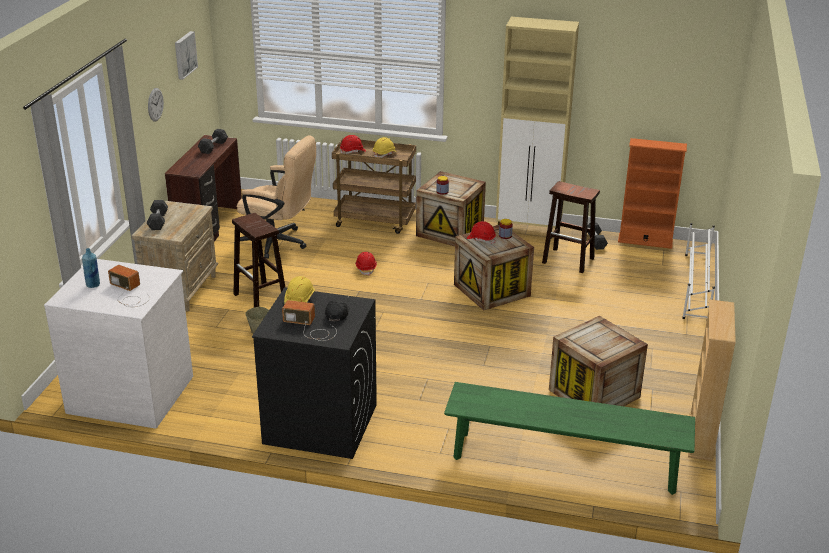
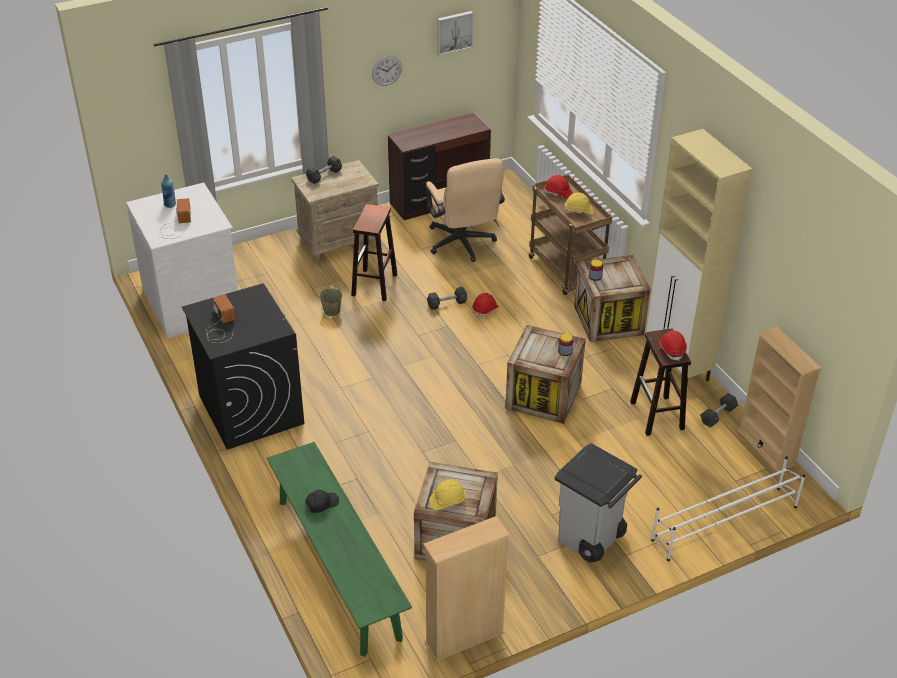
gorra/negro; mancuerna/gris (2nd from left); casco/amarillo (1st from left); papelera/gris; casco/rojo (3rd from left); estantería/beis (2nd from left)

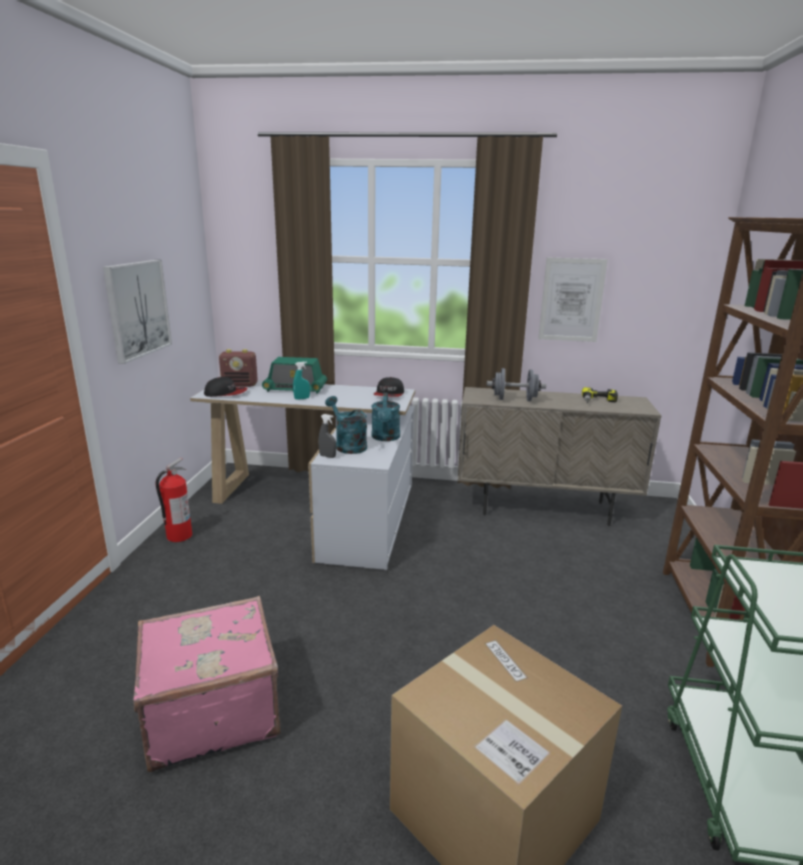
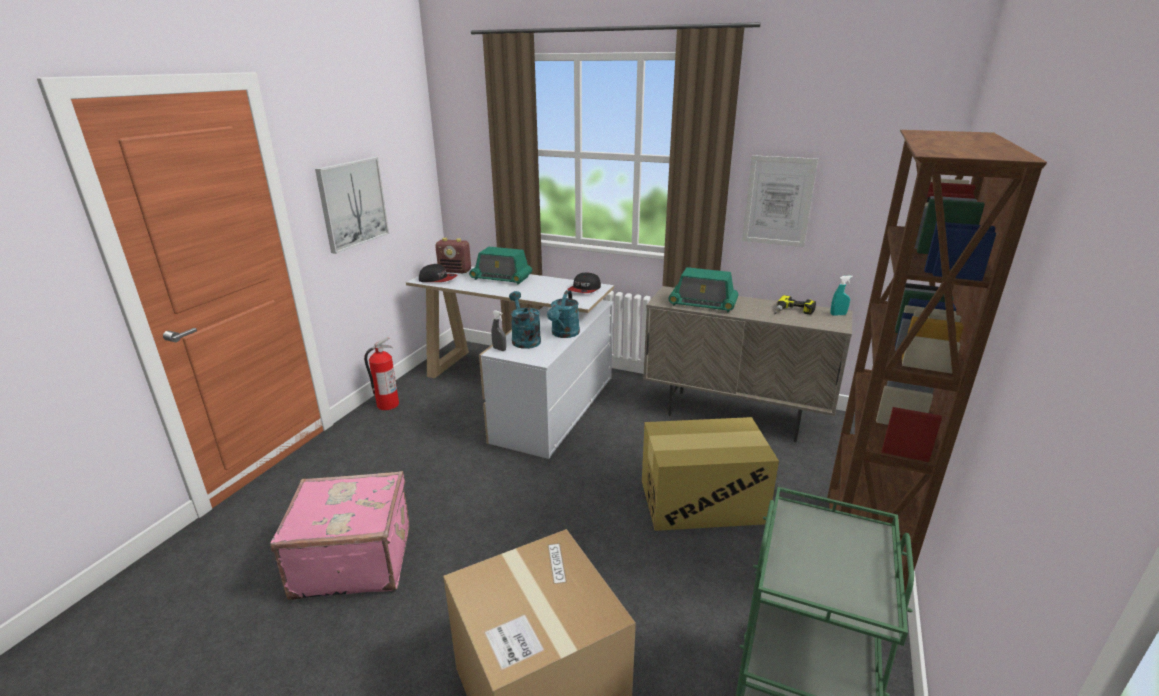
caja de cartón (2nd from left); radio (3rd from left); pulverizador/turquesa

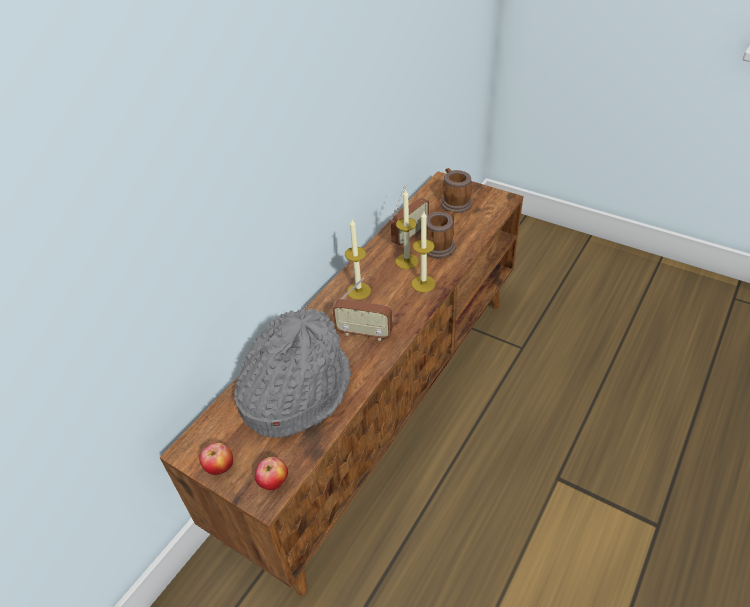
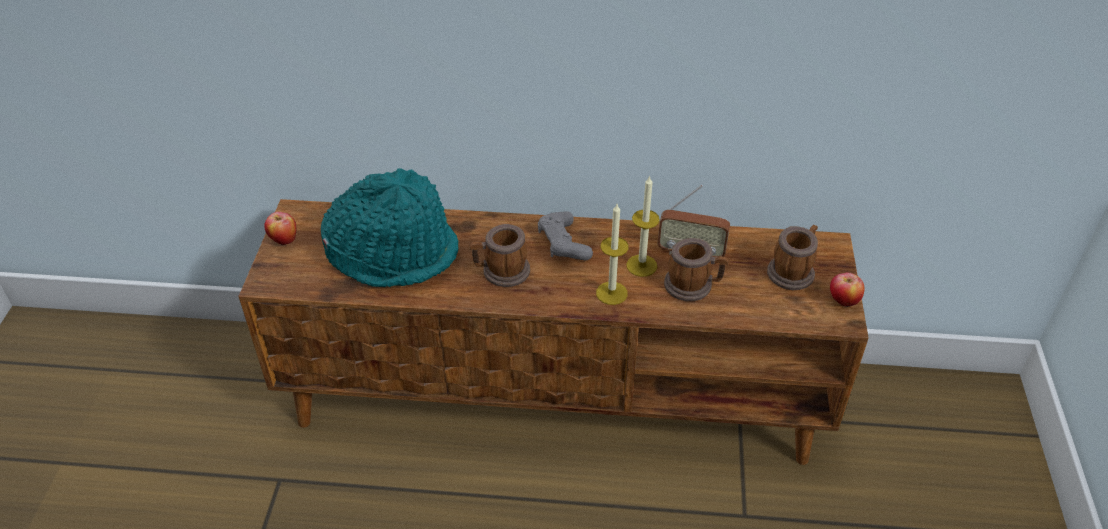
sombrero/turquesa; taza grande (1st from left); mando de consola/gris; manzana (2nd from left)

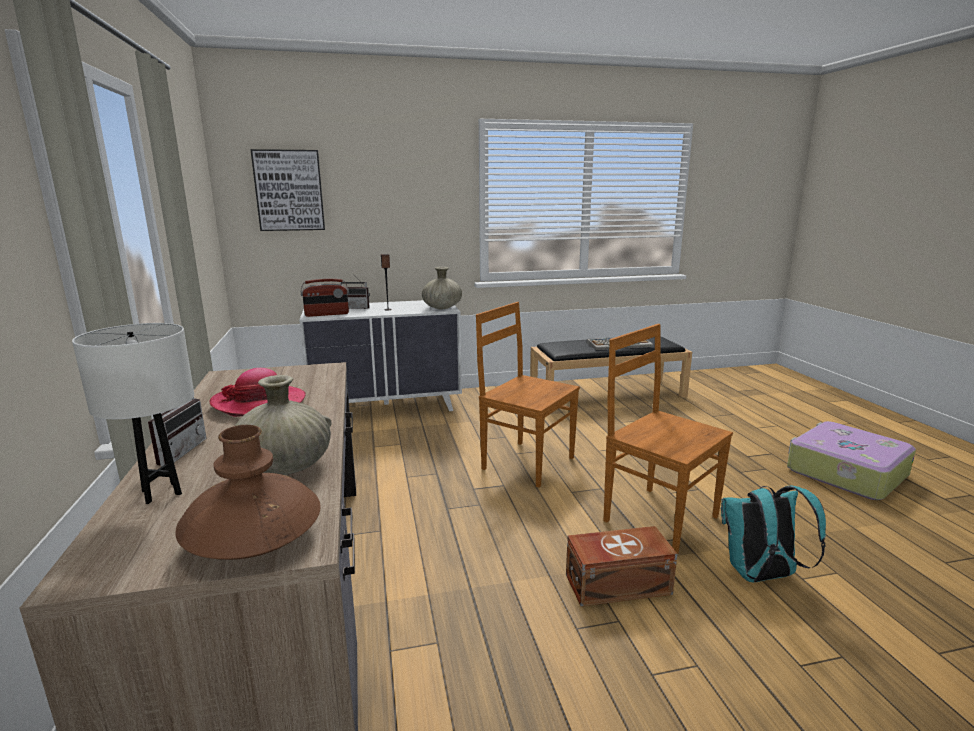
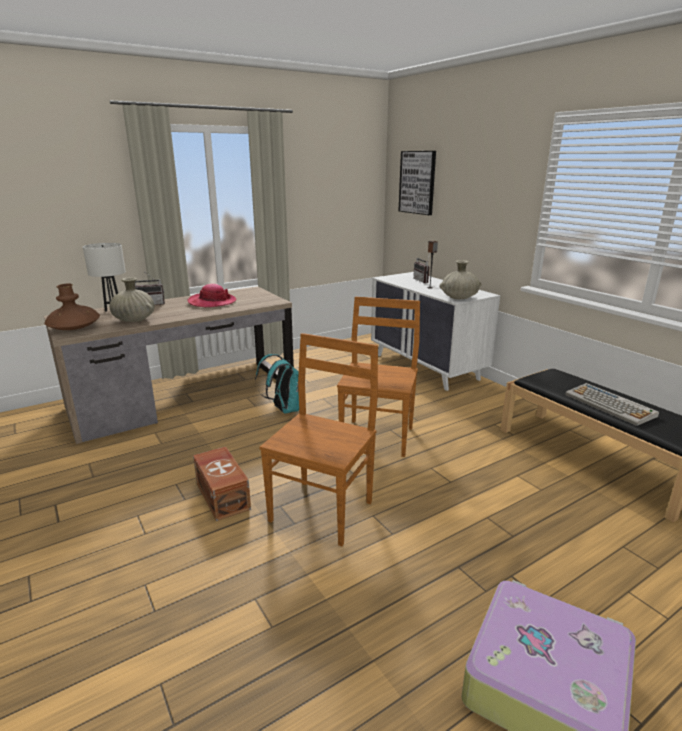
mochila/turquesa; radio (2nd from left in the first image)

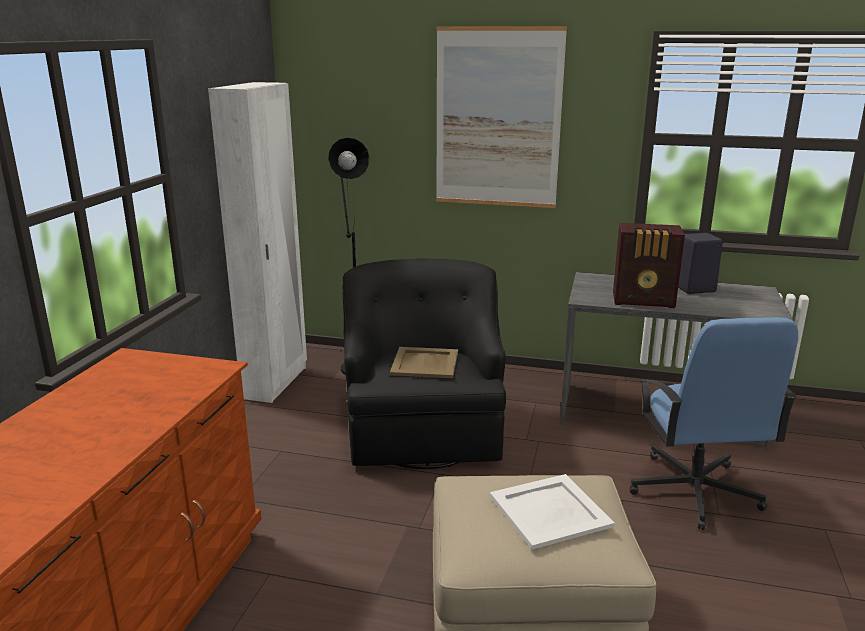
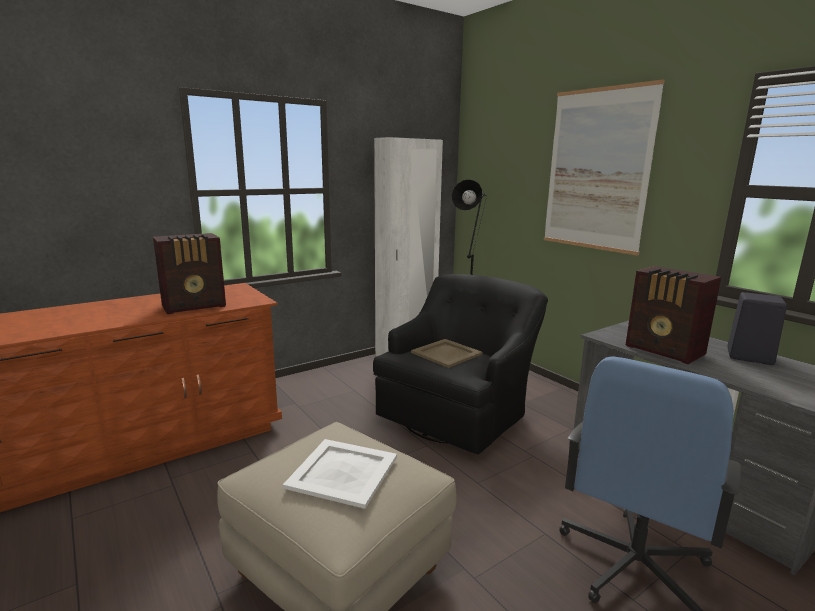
radio (1st from left)

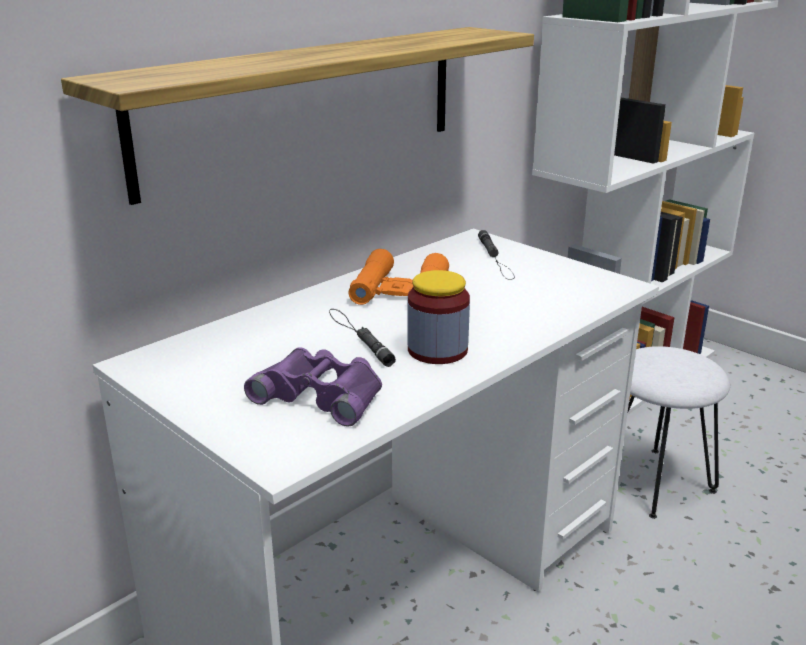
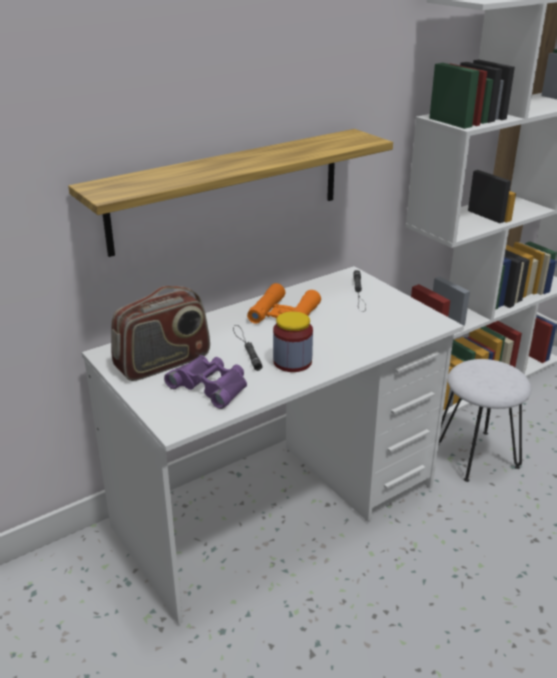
radio

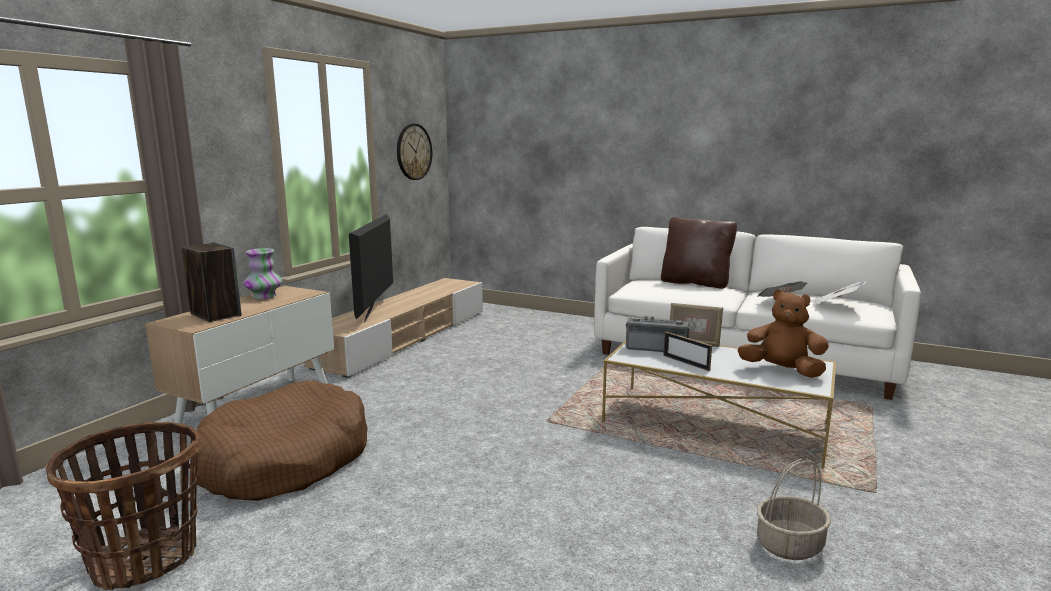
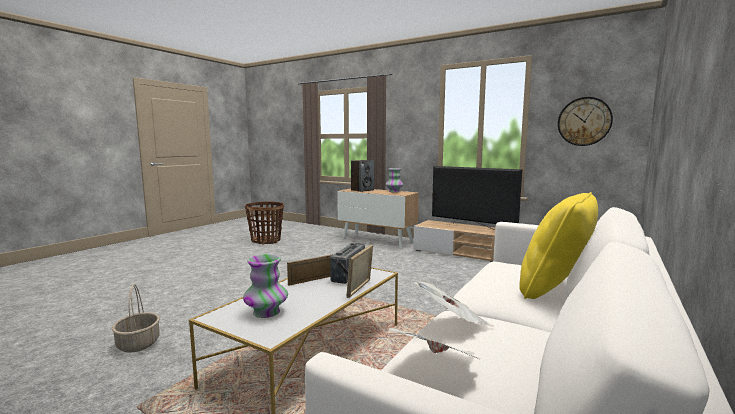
florero (1st from left); televisor; cojín/amarillo; cama para perro/marrón

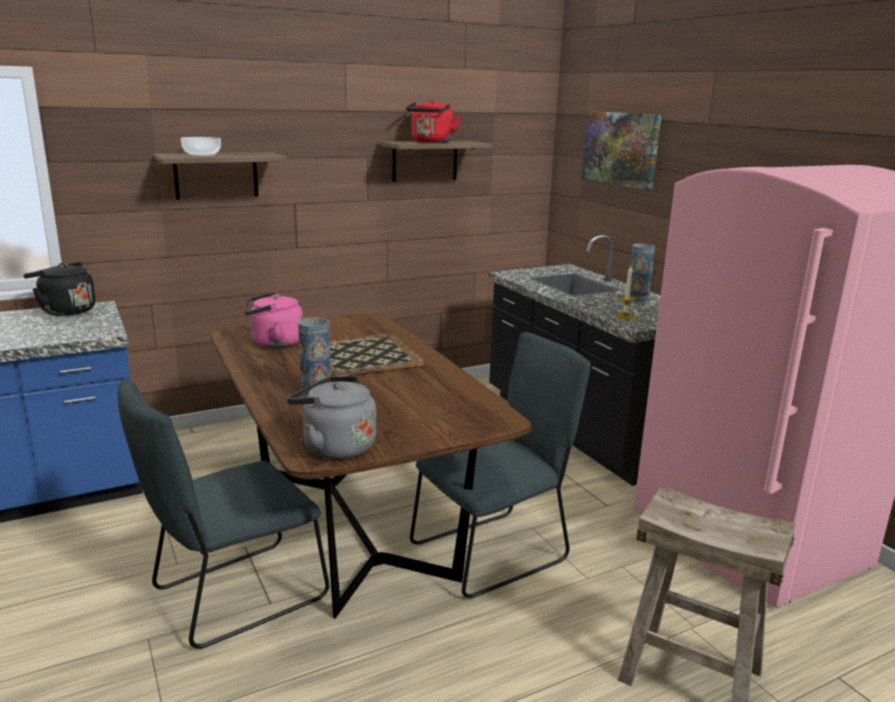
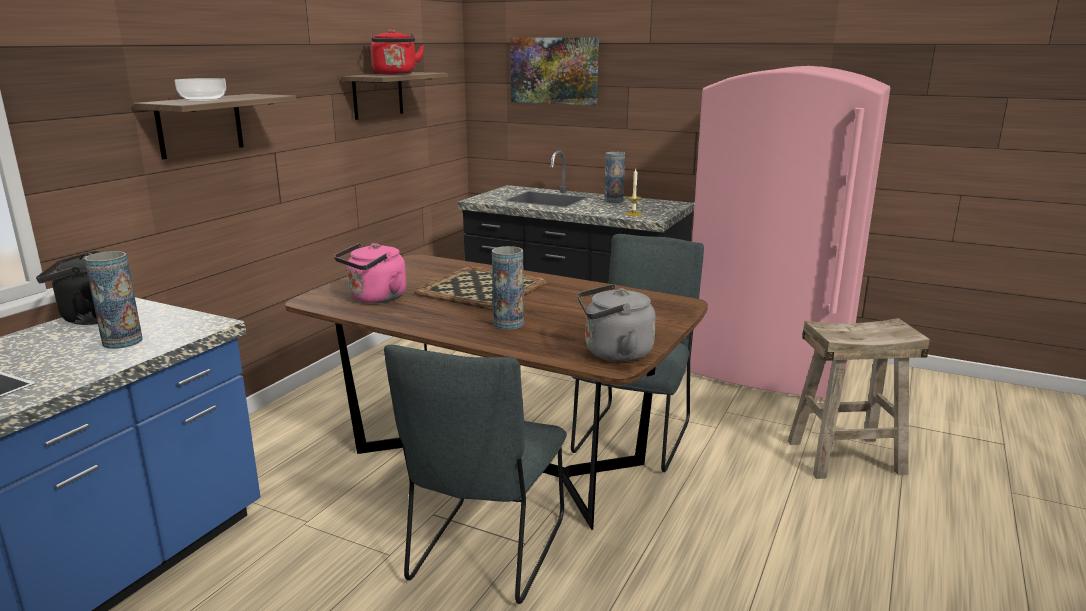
florero (1st from left)

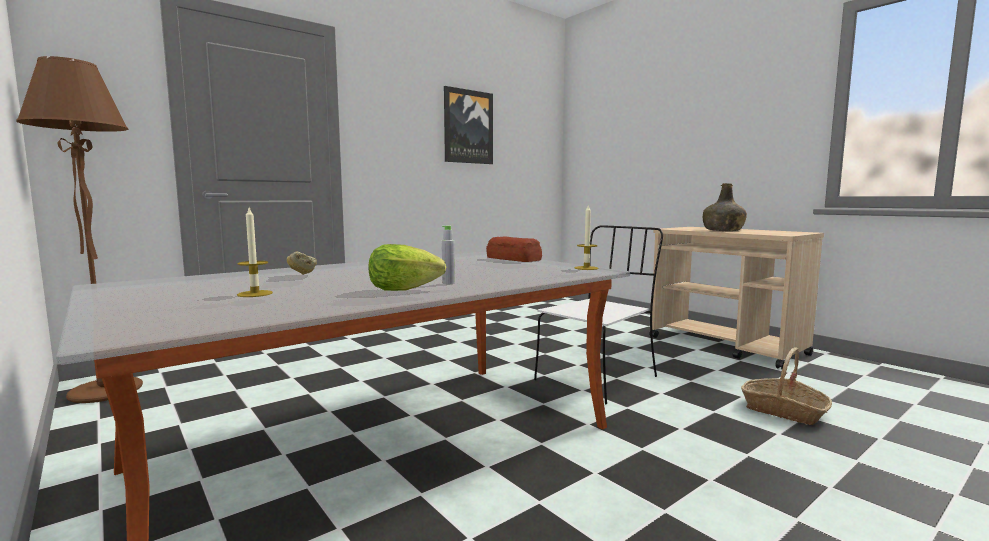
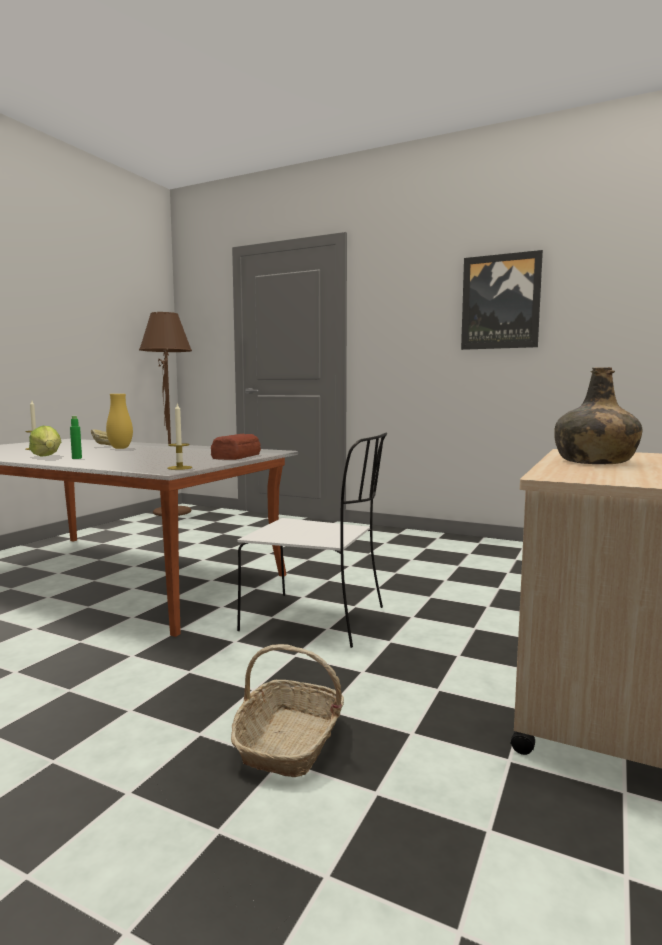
botella/verde (1st from left); florero/amarillo

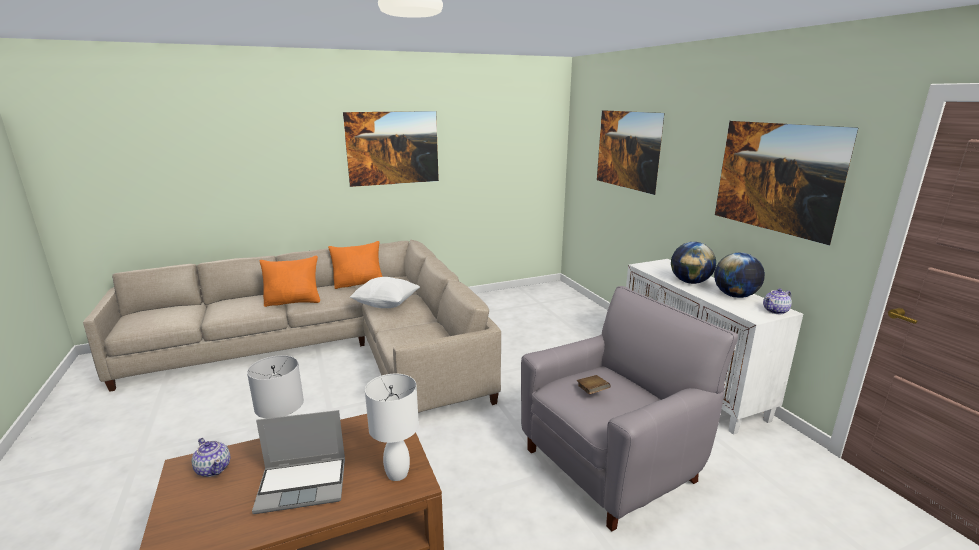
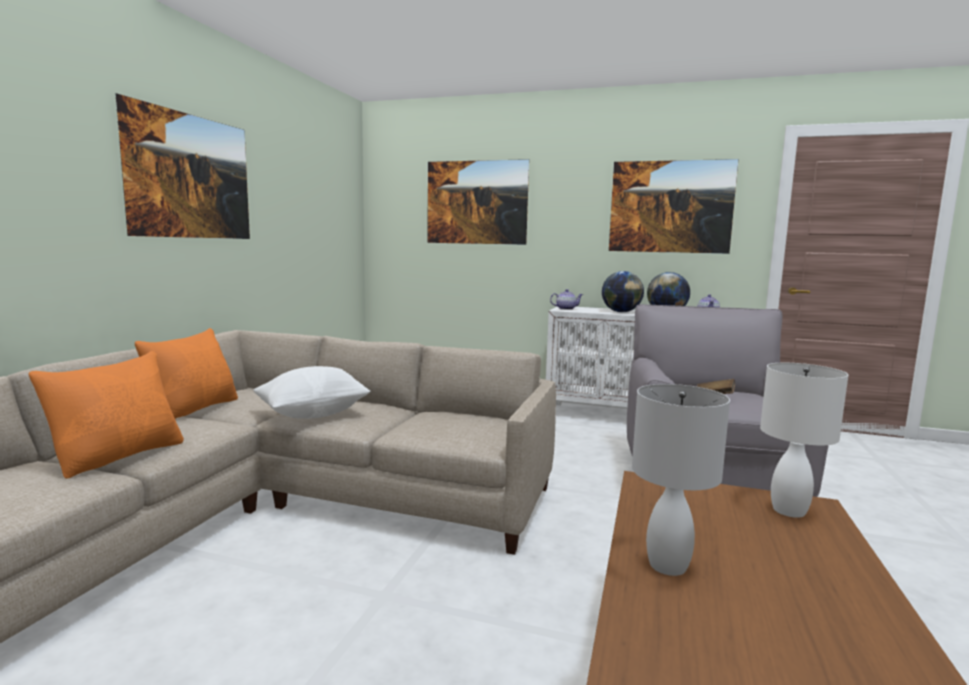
tetera (1st from left); portátil

